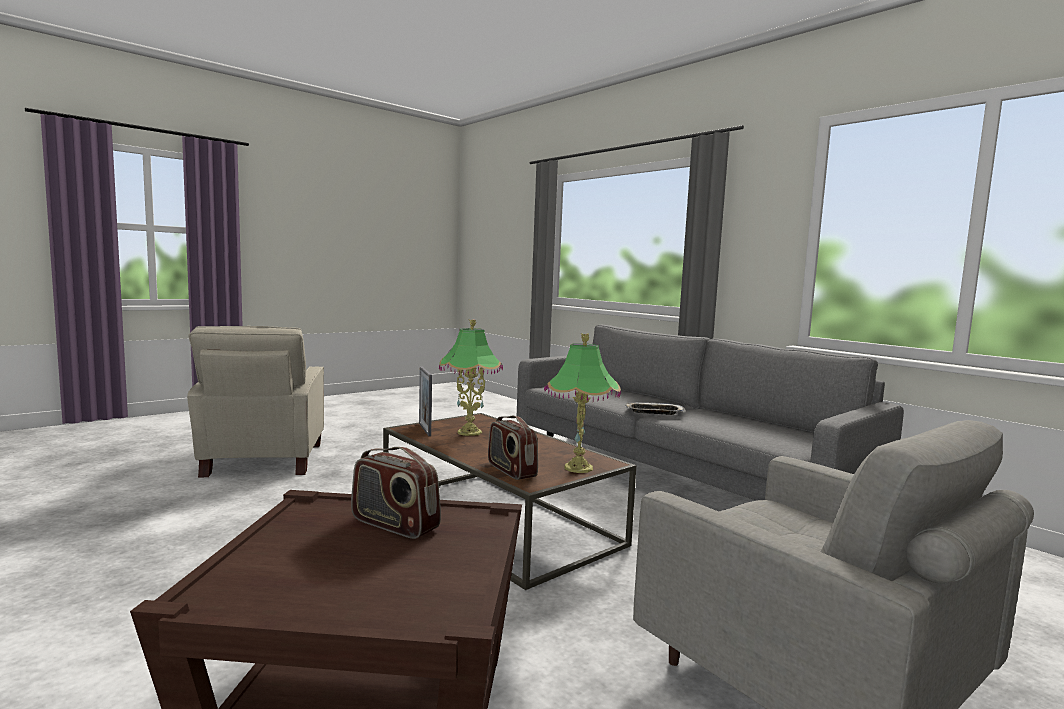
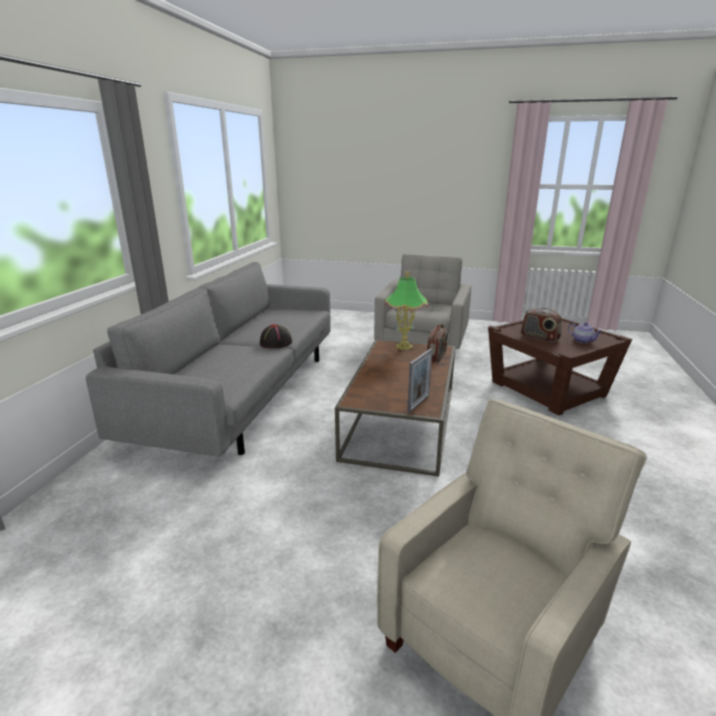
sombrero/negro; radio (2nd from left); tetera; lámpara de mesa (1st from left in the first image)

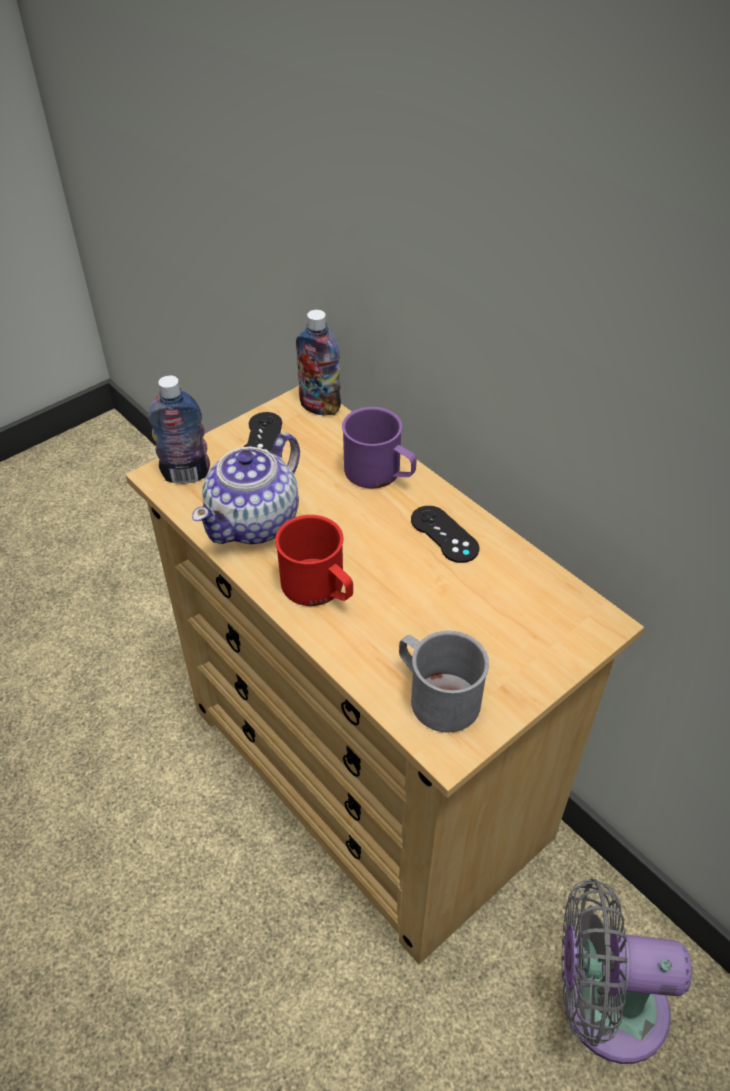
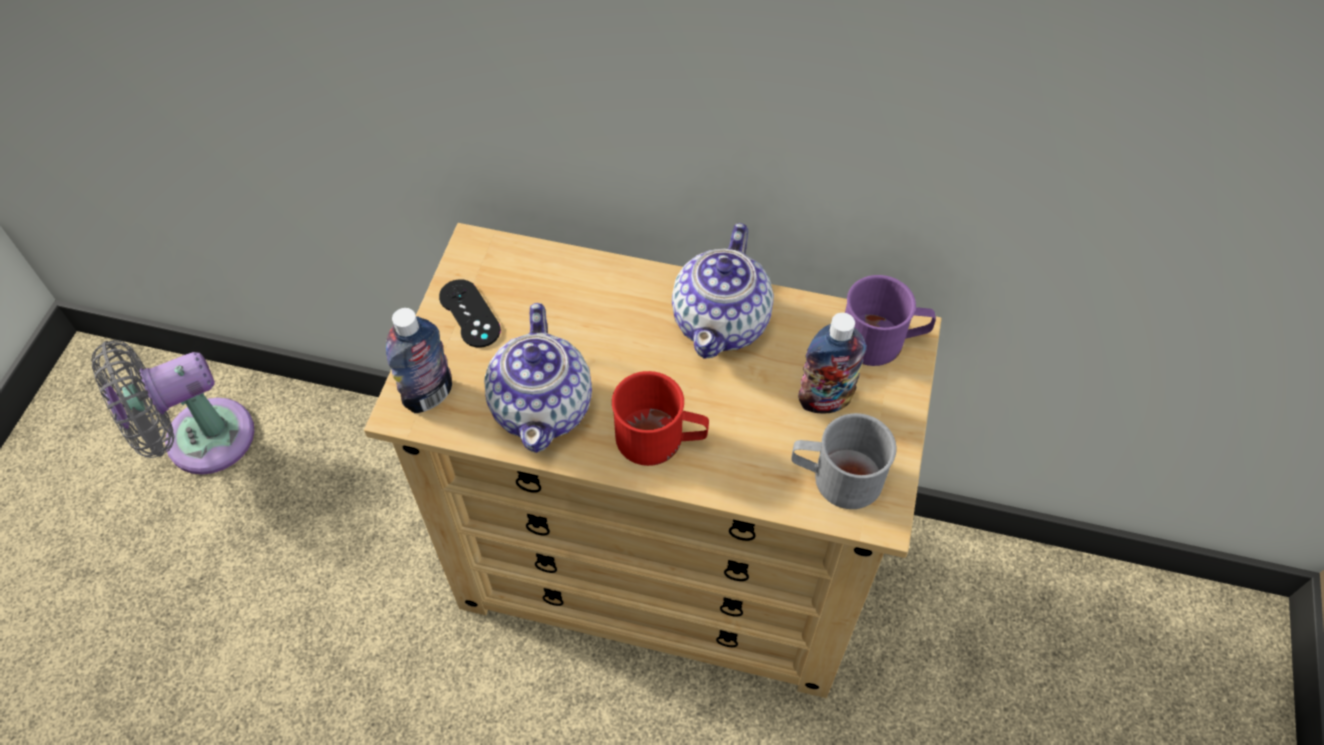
ventilador/gris; tetera (2nd from left); botella (2nd from left); taza grande/morado

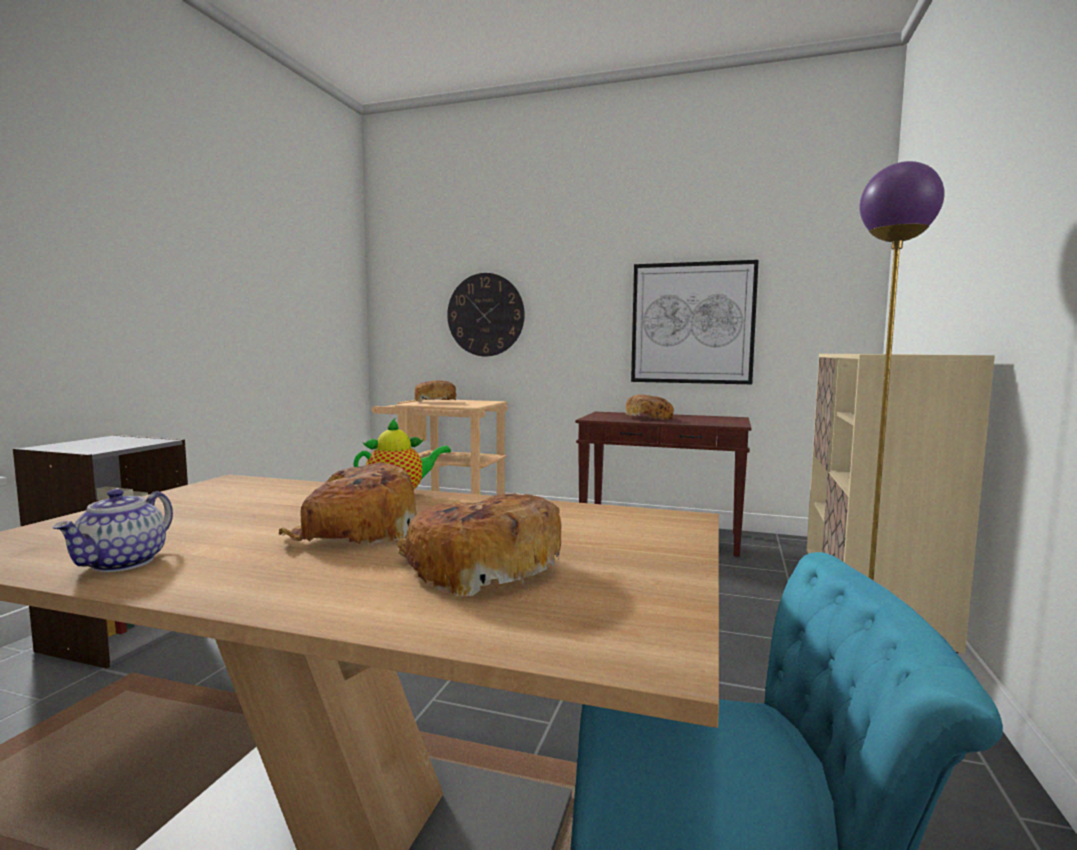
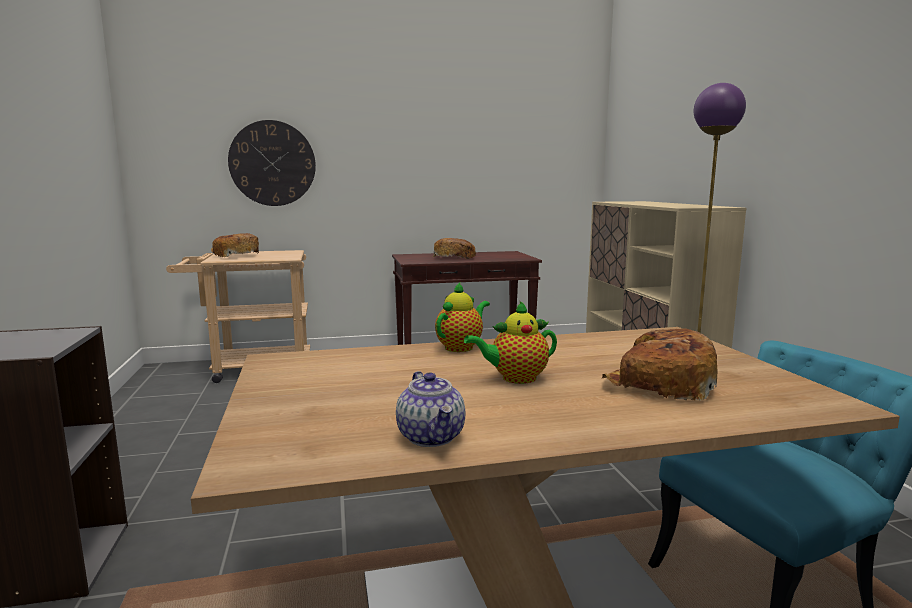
tetera (3rd from left); cuadro

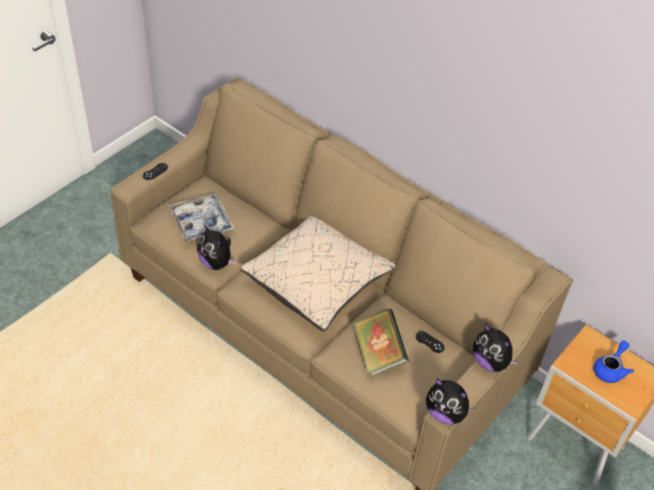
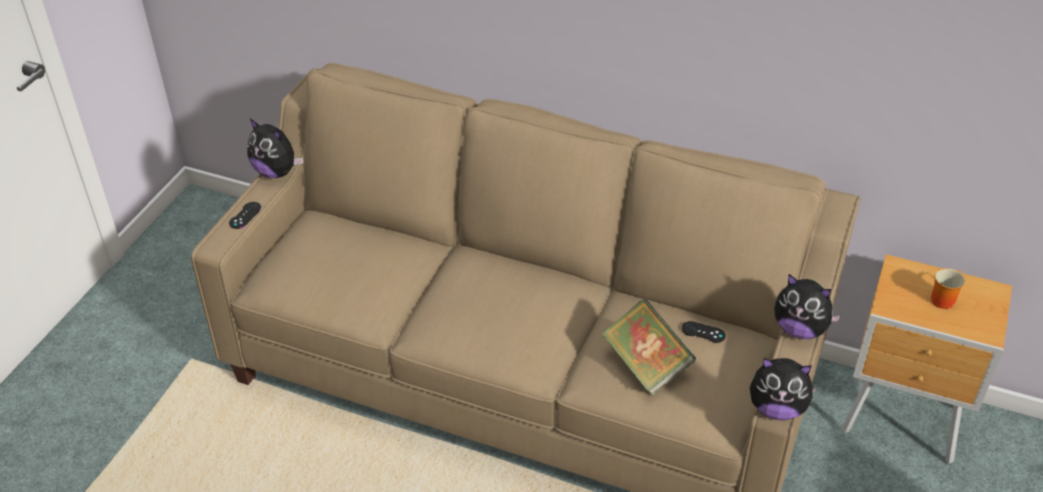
peluche (1st from left); taza grande; bandeja; cojín/beis

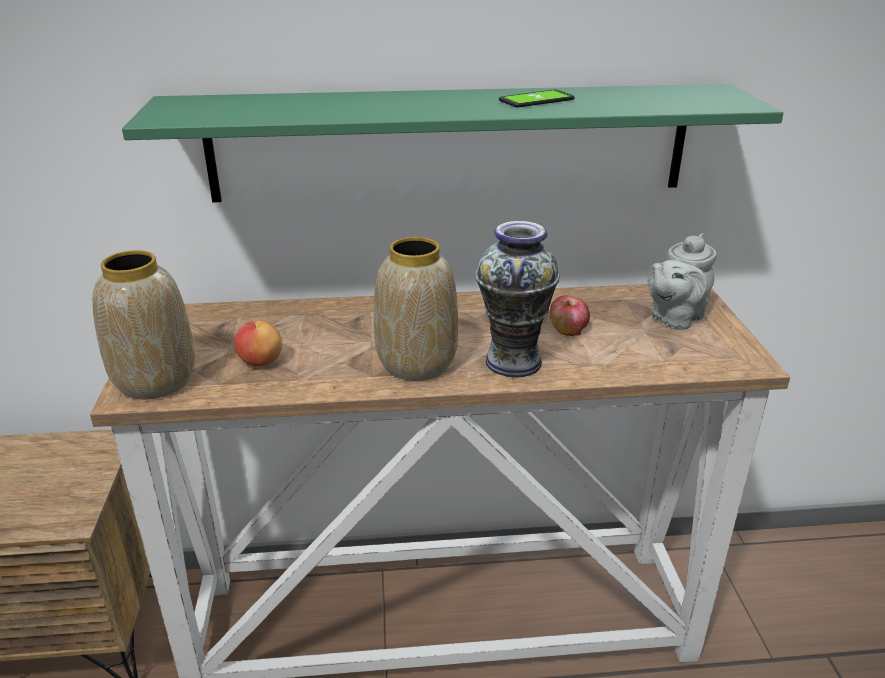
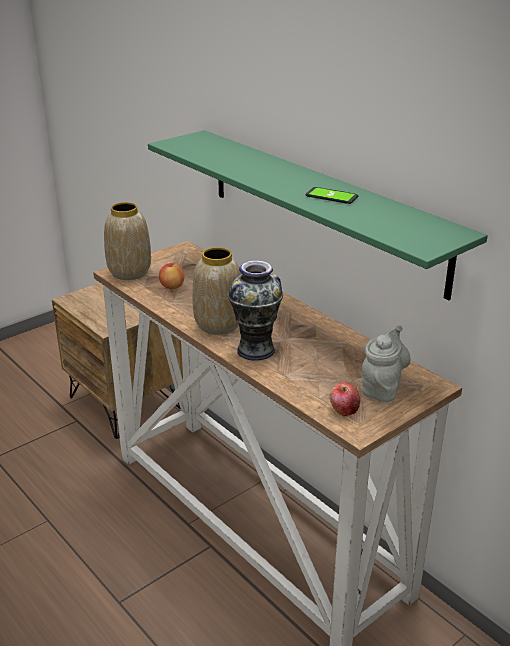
manzana (2nd from left); tetera/gris

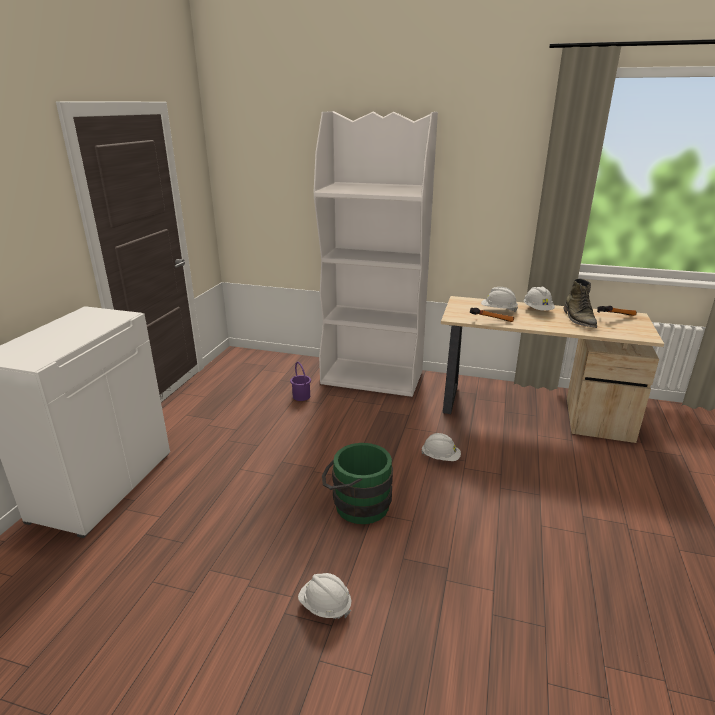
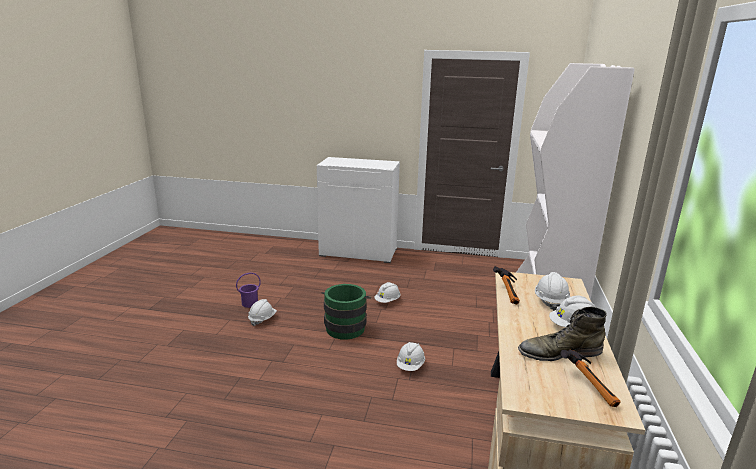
cubo/morado; casco/blanco (2nd from left)

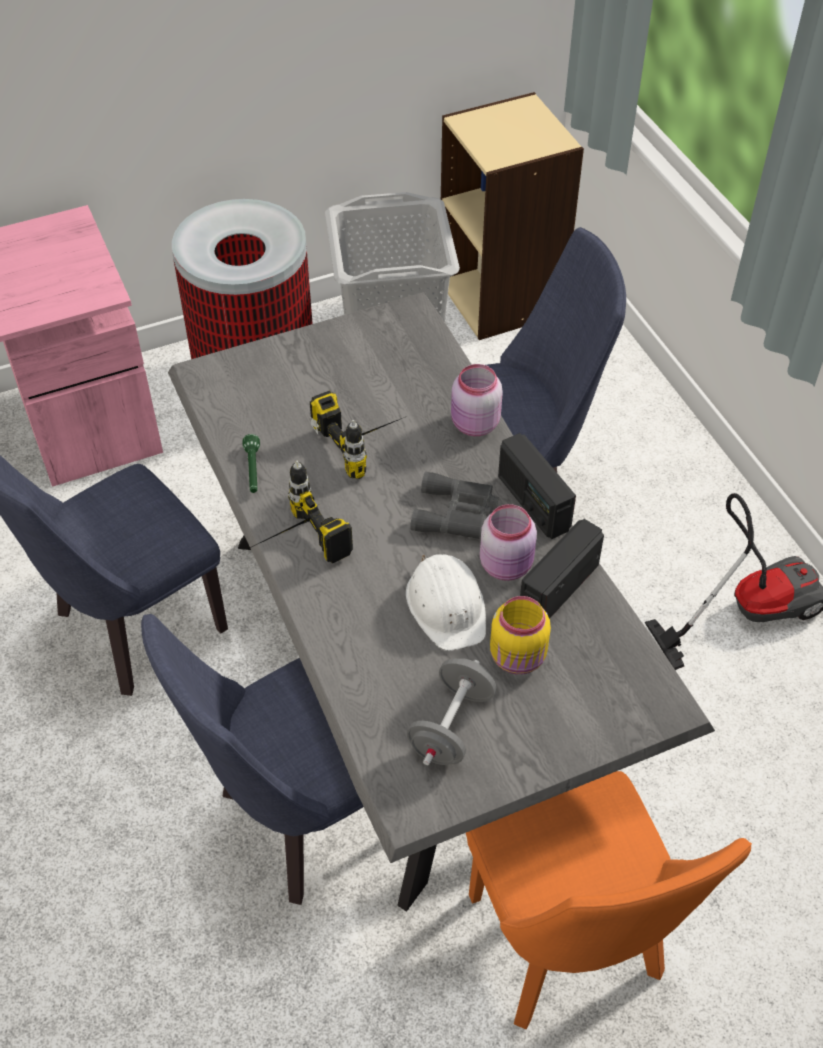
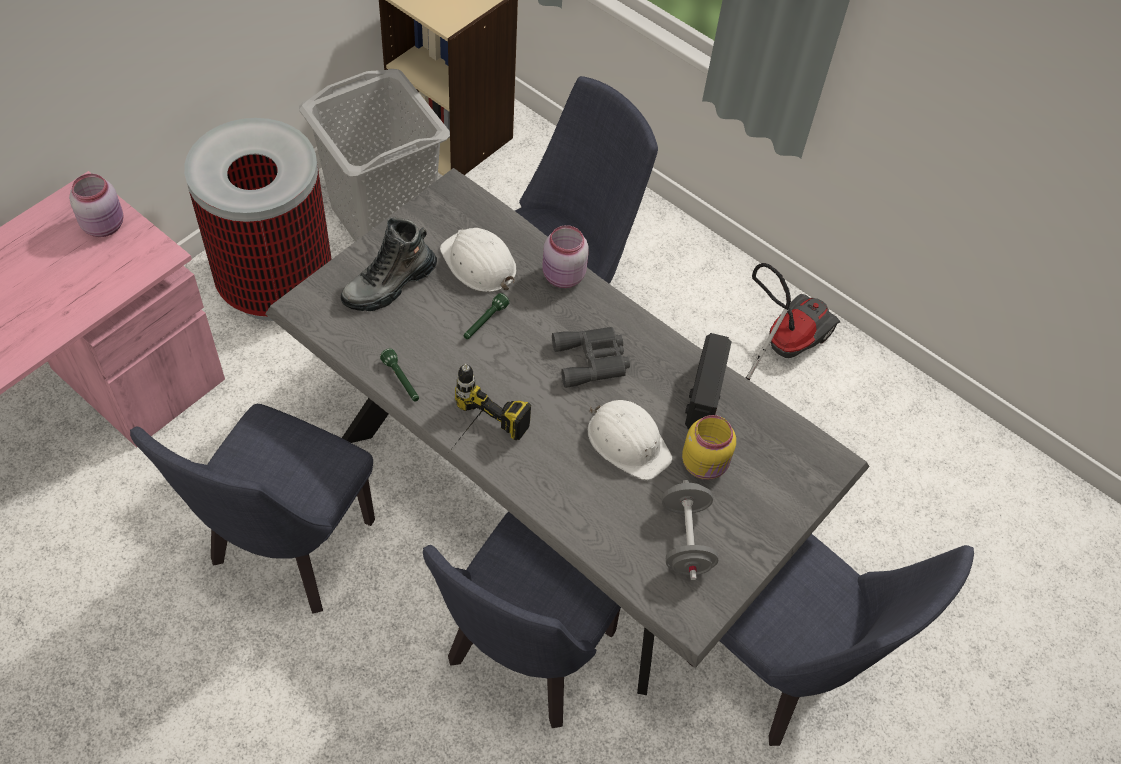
tarro/rosa (1st from left); bota; casco/blanco (1st from left); linterna/verde (2nd from left); silla/azul (4th from left); radio (1st from left in the first image)

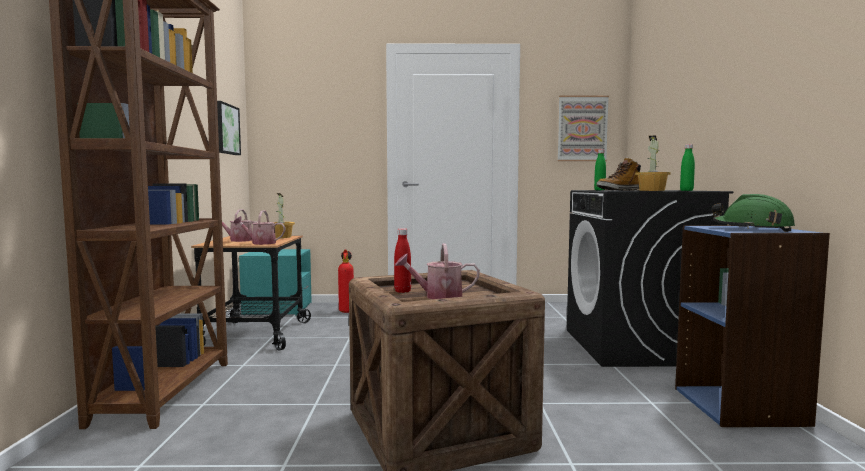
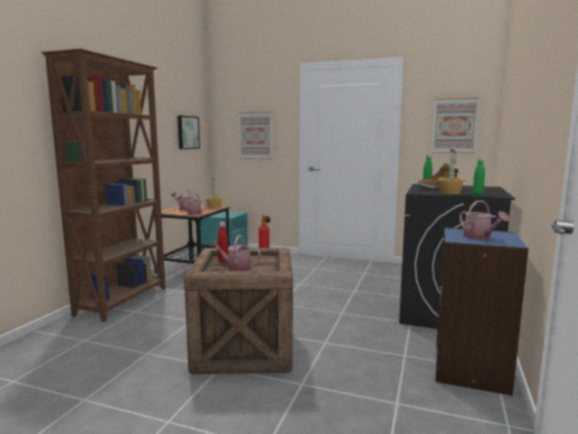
cuadro (2nd from left); regadera (4th from left)

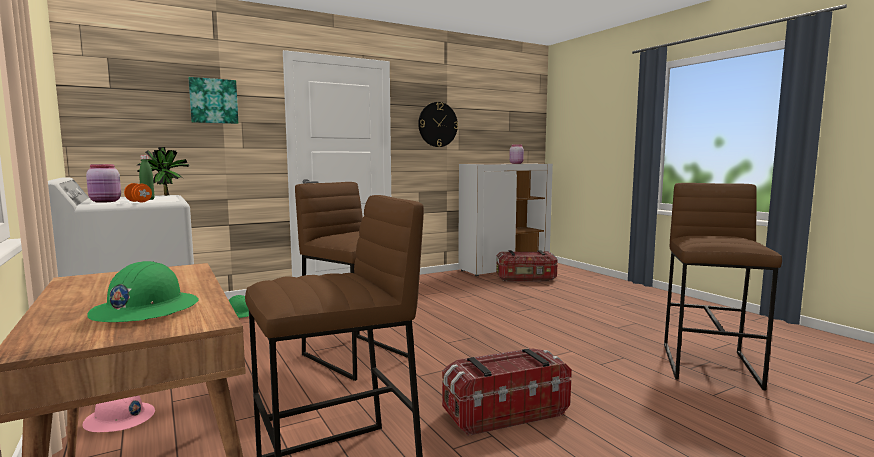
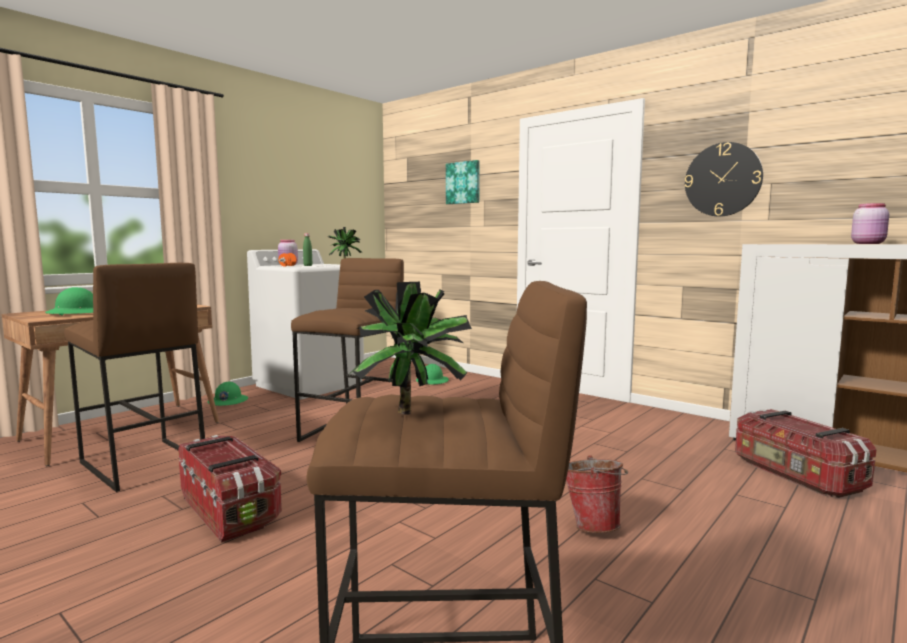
casco/verde (2nd from left); planta en maceta (2nd from left); cubo

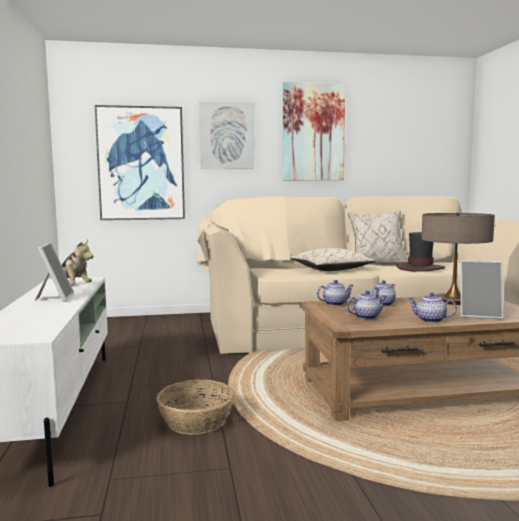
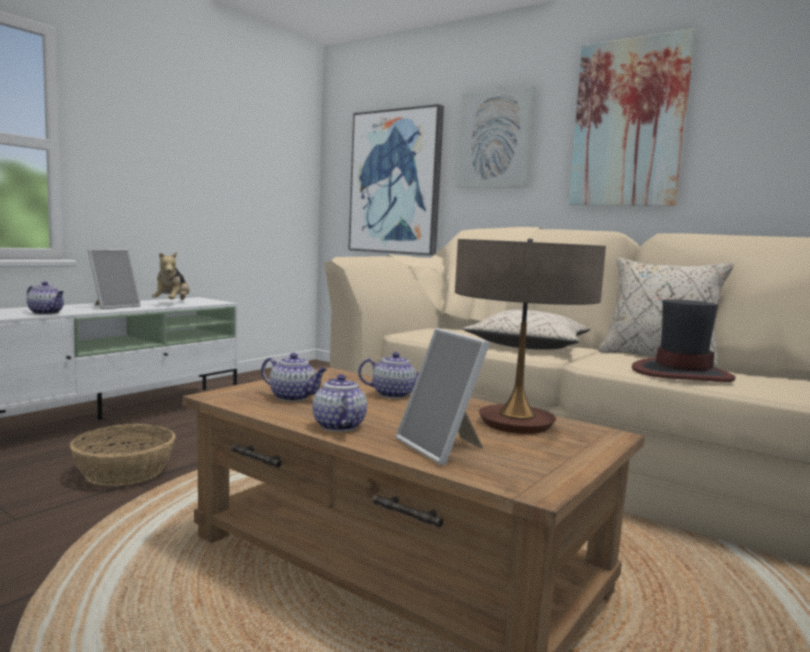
tetera (1st from left)

